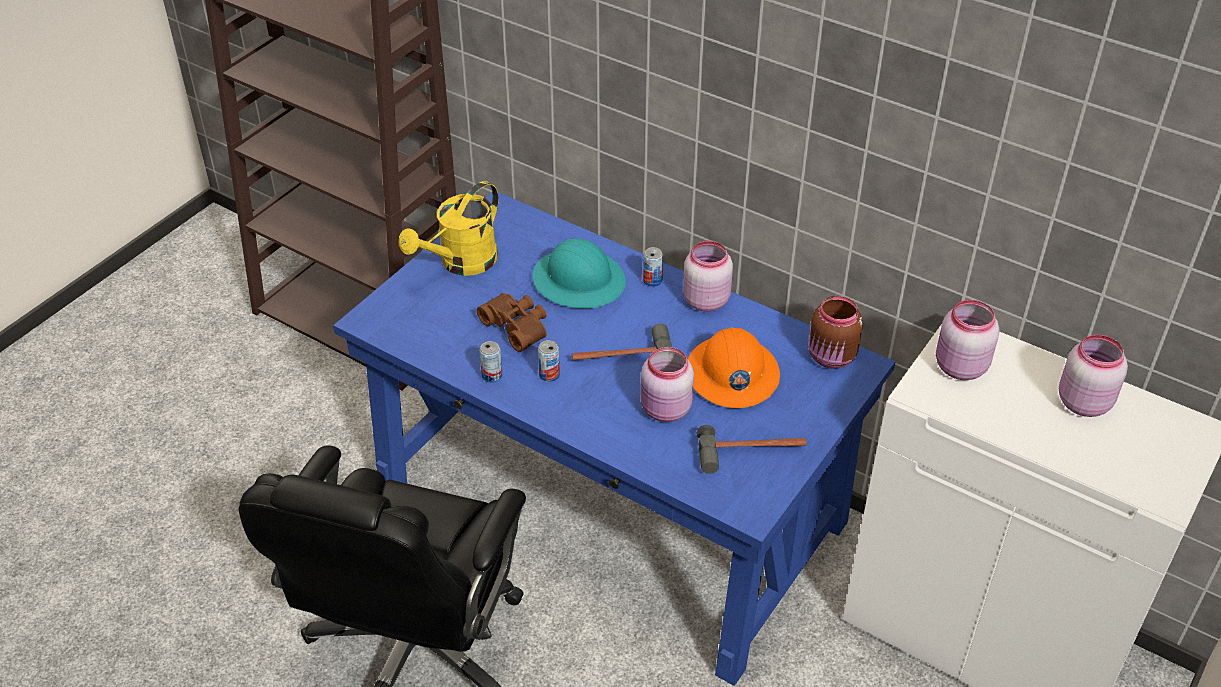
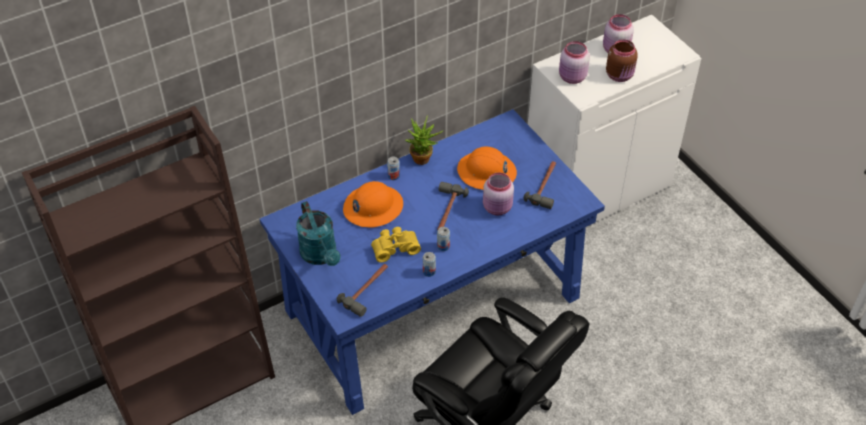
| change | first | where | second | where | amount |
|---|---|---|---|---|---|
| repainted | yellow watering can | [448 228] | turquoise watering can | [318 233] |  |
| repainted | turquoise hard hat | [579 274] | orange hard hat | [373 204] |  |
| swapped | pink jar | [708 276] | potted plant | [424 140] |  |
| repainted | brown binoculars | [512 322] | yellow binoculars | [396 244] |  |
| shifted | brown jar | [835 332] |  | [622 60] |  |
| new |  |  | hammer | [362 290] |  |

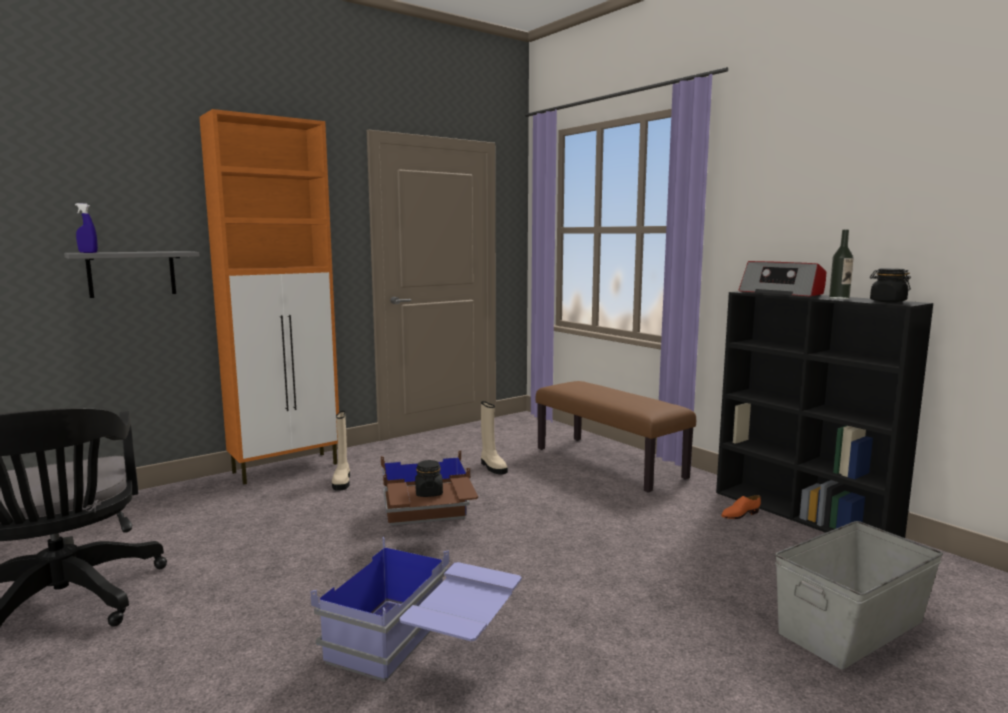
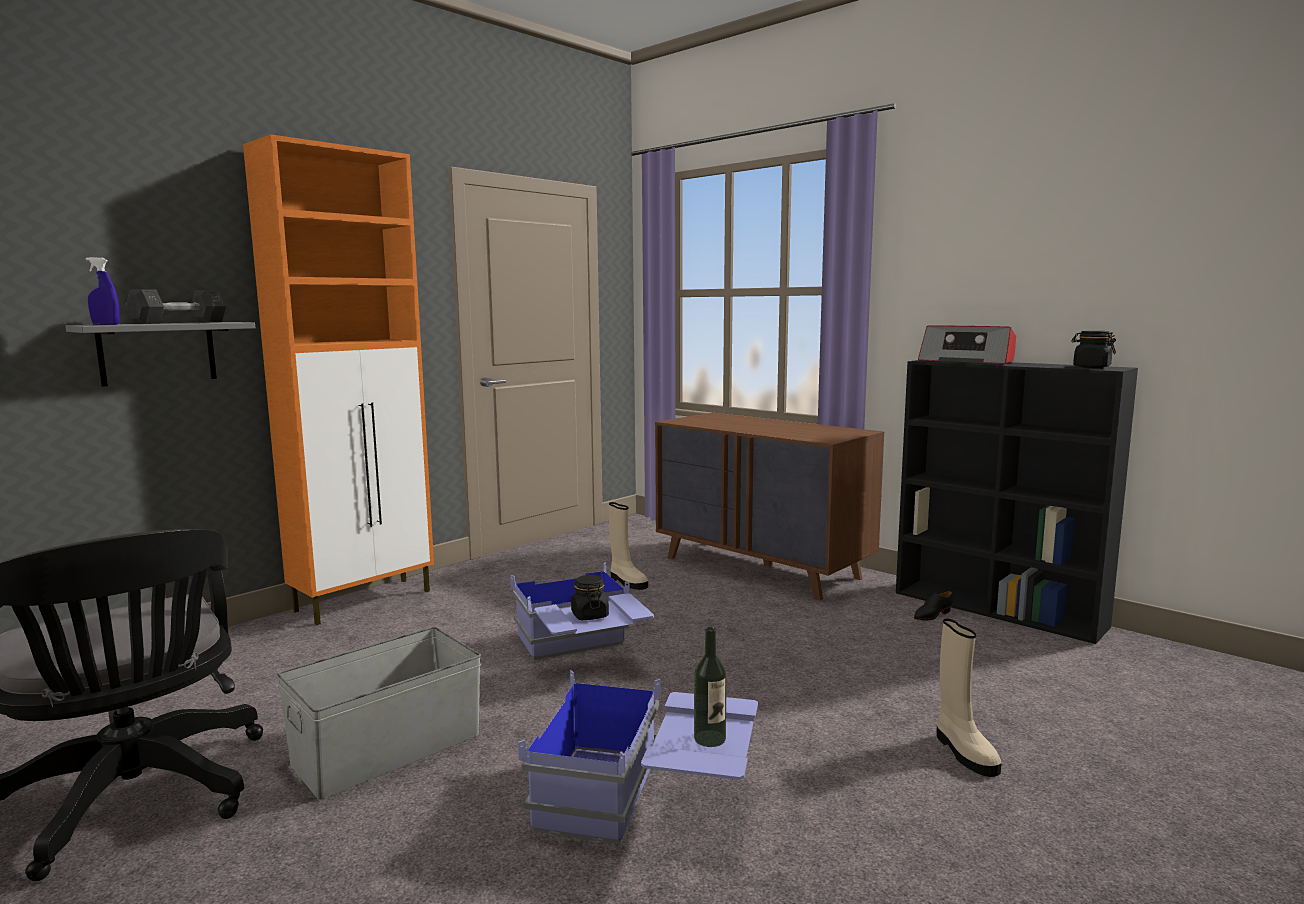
| change | first | where | second | where | amount |
|---|---|---|---|---|---|
| shifted | bottle | [841 264] |  | [710 687] |  |
| swapped | brown bench | [615 437] | brown dresser | [769 506] |  |
| shifted | beige boot | [341 451] |  | [969 697] |  |
| repainted | brown storage box | [429 487] | blue storage box | [582 611] |  |
| repainted | orange shoe | [741 507] | black shoe | [933 605] |  |
| shifted | grey storage box | [859 595] |  | [379 713] |  |
| new |  |  | grey dumbbell | [176 306] |  |

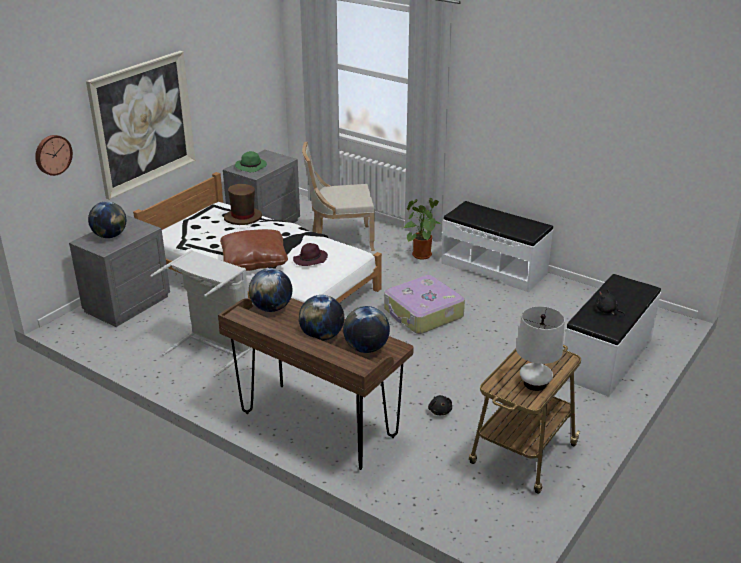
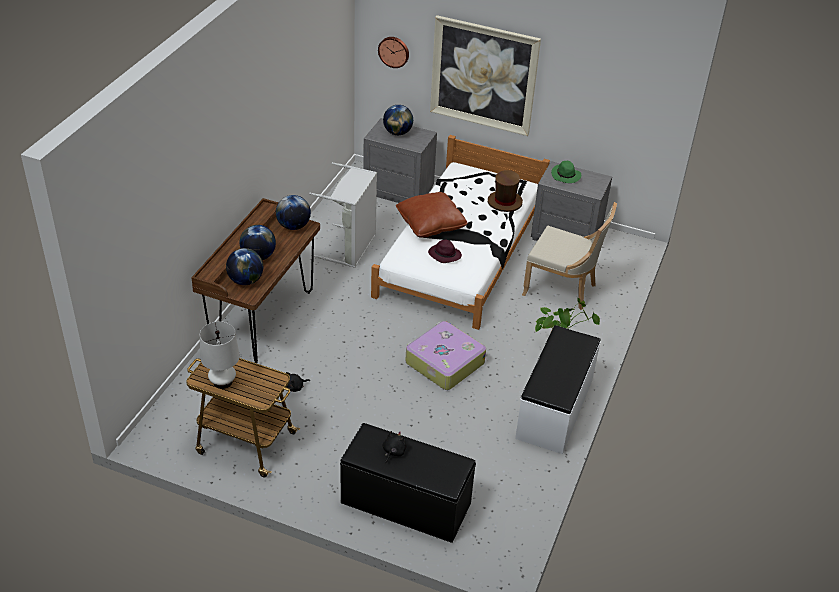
| change | first | where | second | where | amount |
|---|---|---|---|---|---|
| rotated | beige chair | [338 196] |  | [569 256] | 135 degrees clockwise |
| repainted | white bench | [612 335] | black bench | [408 483] |  |

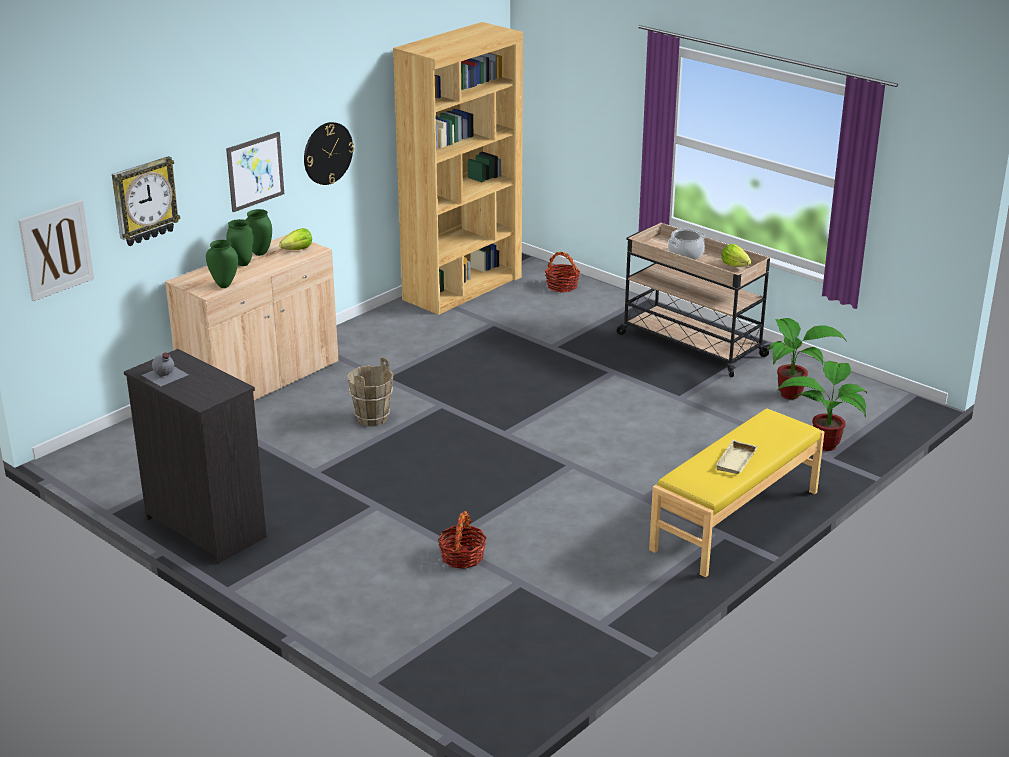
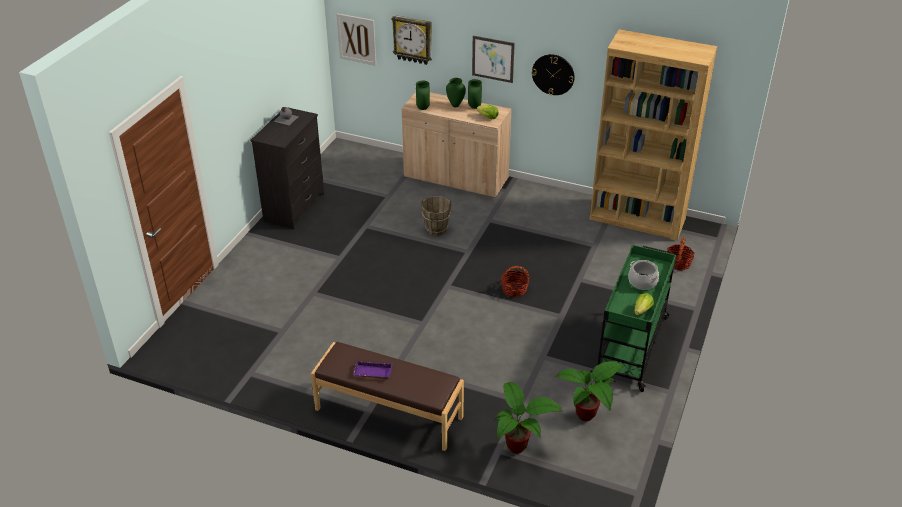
| change | first | where | second | where | amount |
|---|---|---|---|---|---|
| repainted | beige cart | [694 300] | green cart | [633 318] |  |
| repainted | yellow bench | [736 493] | brown bench | [387 396] |  |
| repainted | beige tray | [736 457] | purple tray | [373 370] |  |
| shifted | basket | [462 540] |  | [515 281] |  |

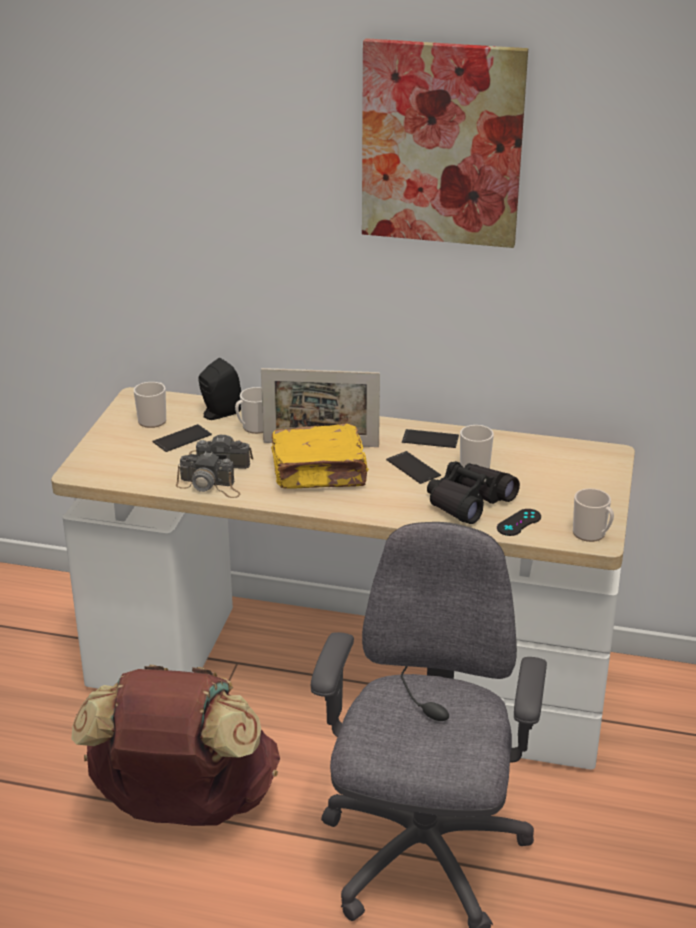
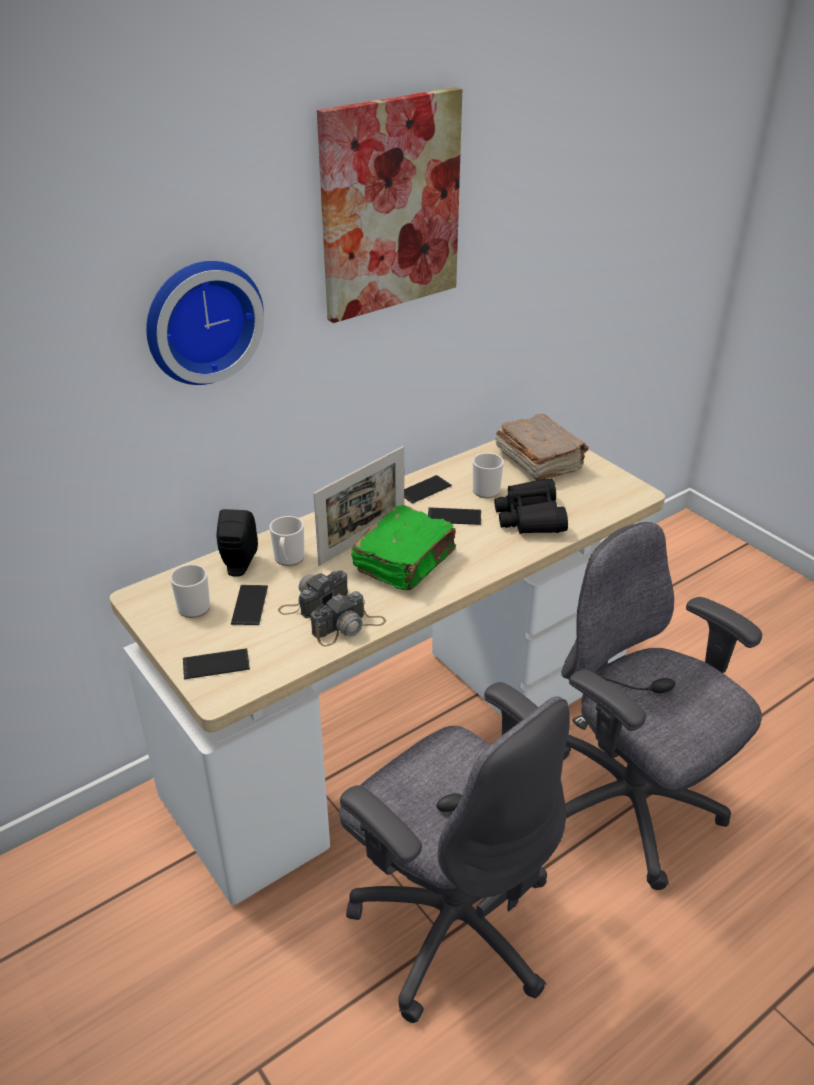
| change | first | where | second | where | amount |
|---|---|---|---|---|---|
| repainted | yellow book | [320 456] | green book | [403 547] |  |
| gone | mug | [593 515] |  |  |  |
| gone | black game controller | [519 522] |  |  |  |
| swapped | brown backpack | [175 745] | grey office chair | [454 852] |  |
| new |  |  | wall clock | [205 323] |  |
| new |  |  | brown book | [542 447] |  |
| new |  |  | phone | [216 663] |  |

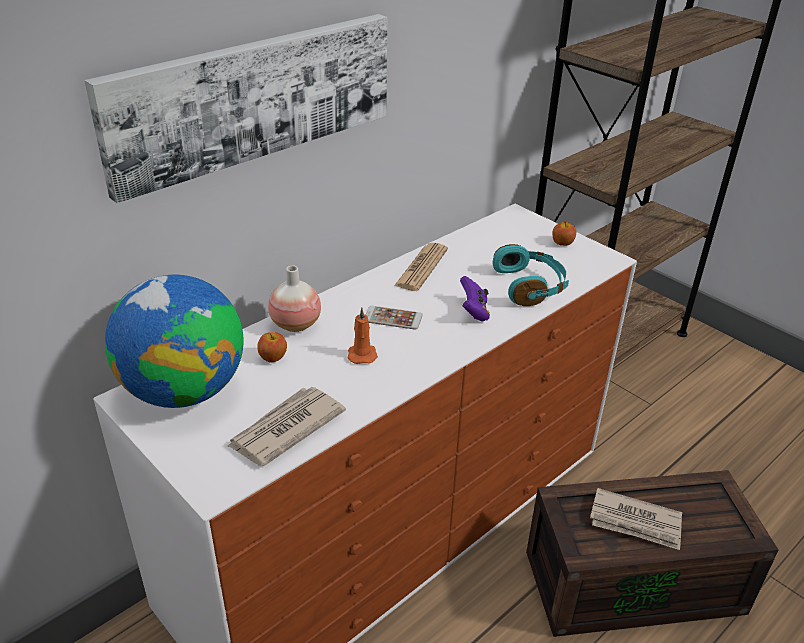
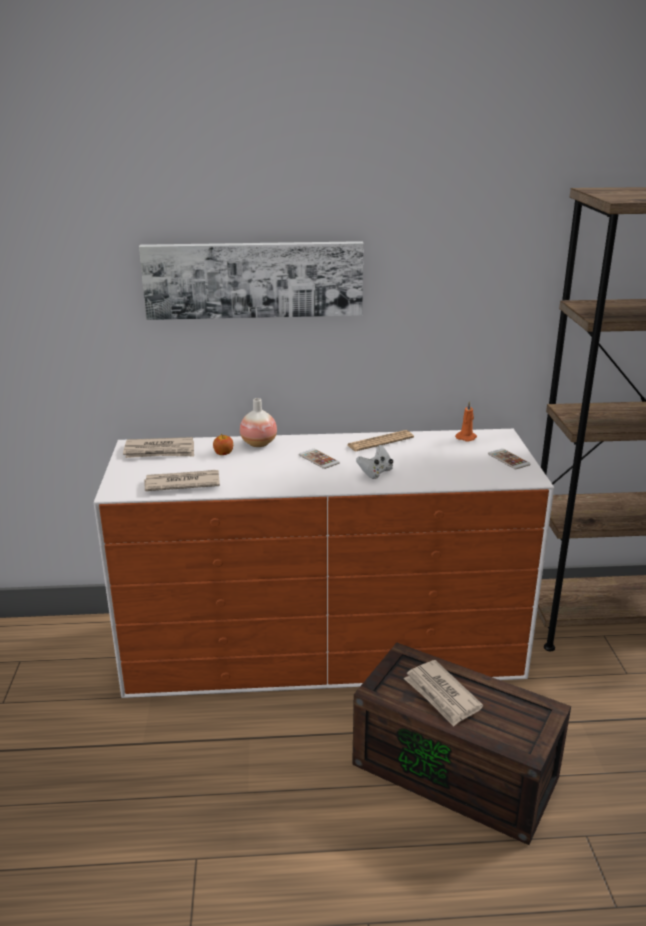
| change | first | where | second | where | amount |
|---|---|---|---|---|---|
| swapped | apple | [564 233] | phone | [509 459] |  |
| gone | turquoise headphones | [531 275] |  |  |  |
| swapped | globe | [174 341] | newspaper | [158 447] |  |
| repainted | purple game controller | [475 299] | white game controller | [374 462] |  |
| shifted | orange candle | [363 336] |  | [466 421] |  |

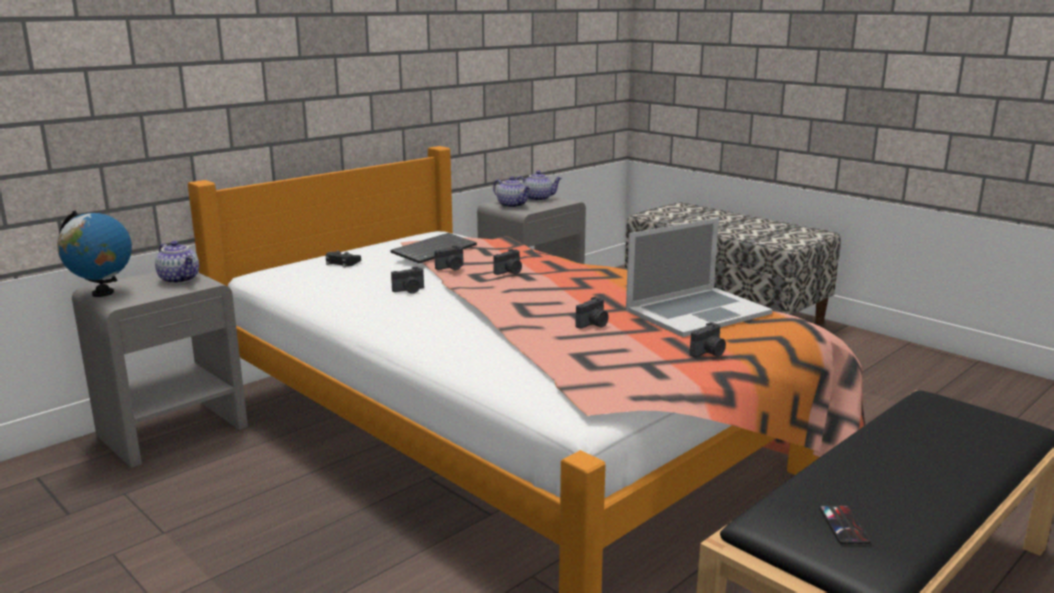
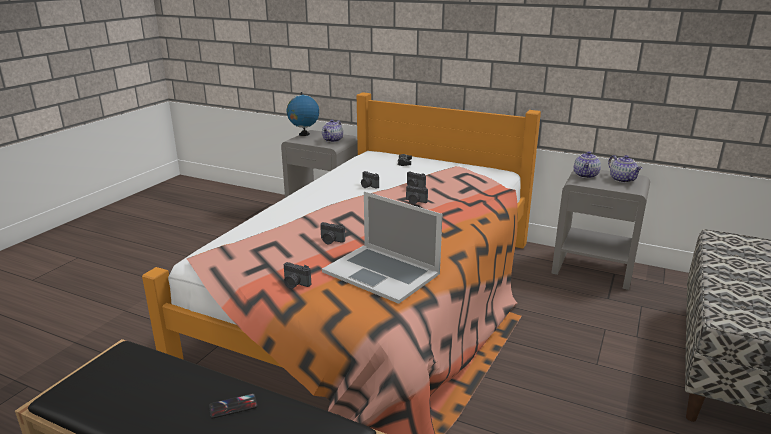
| change | first | where | second | where | amount |
|---|---|---|---|---|---|
| gone | keyboard | [433 248] |  |  |  |
| shifted | phone | [845 524] |  | [233 406] |  |

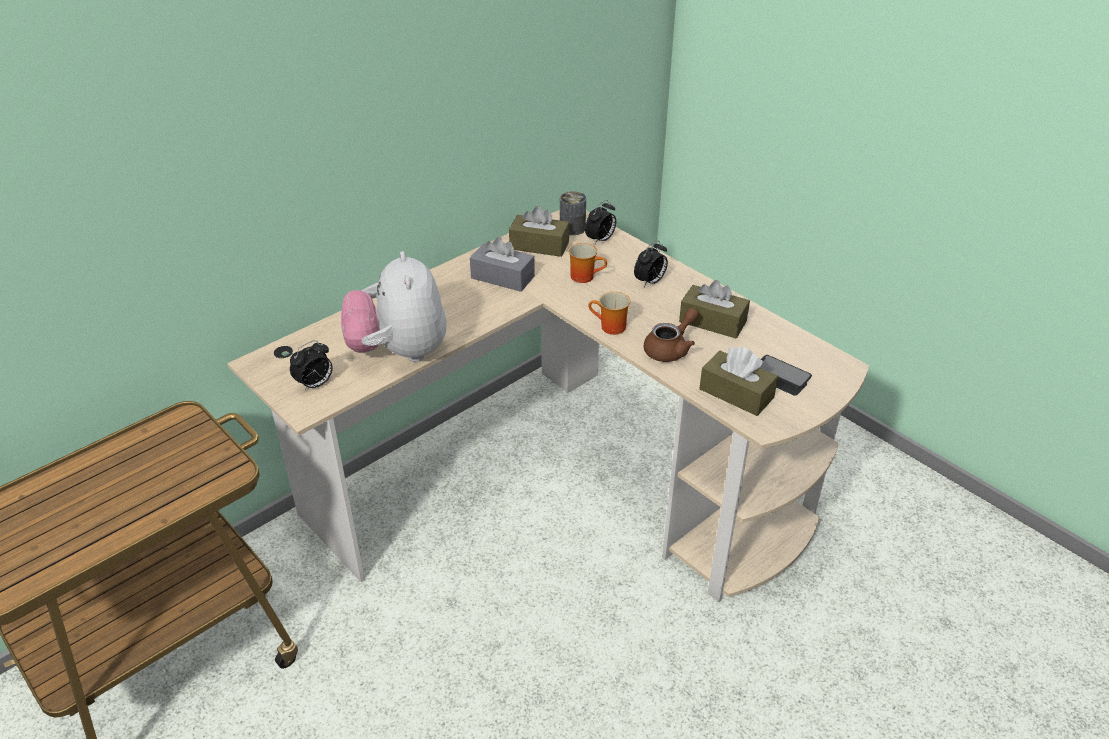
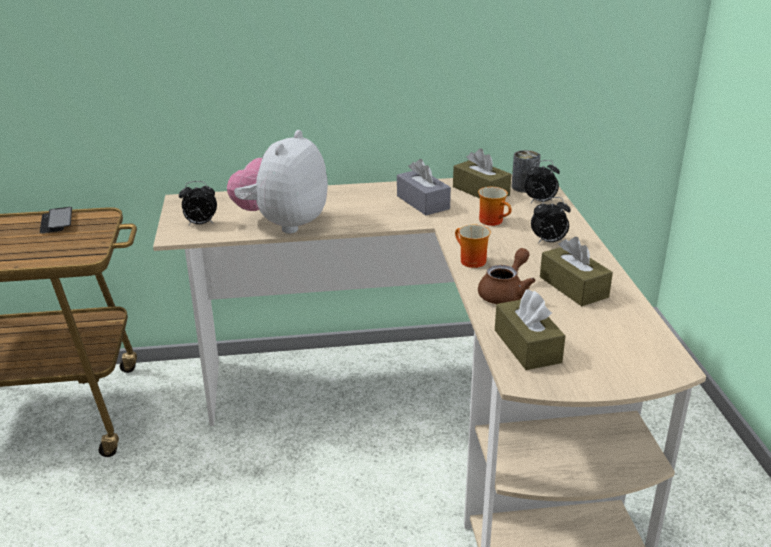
| change | first | where | second | where | amount |
|---|---|---|---|---|---|
| rotated | brown teapot | [671 335] |  | [506 276] | 45 degrees counterclockwise |
| shifted | phone | [786 375] |  | [56 220] |  |

